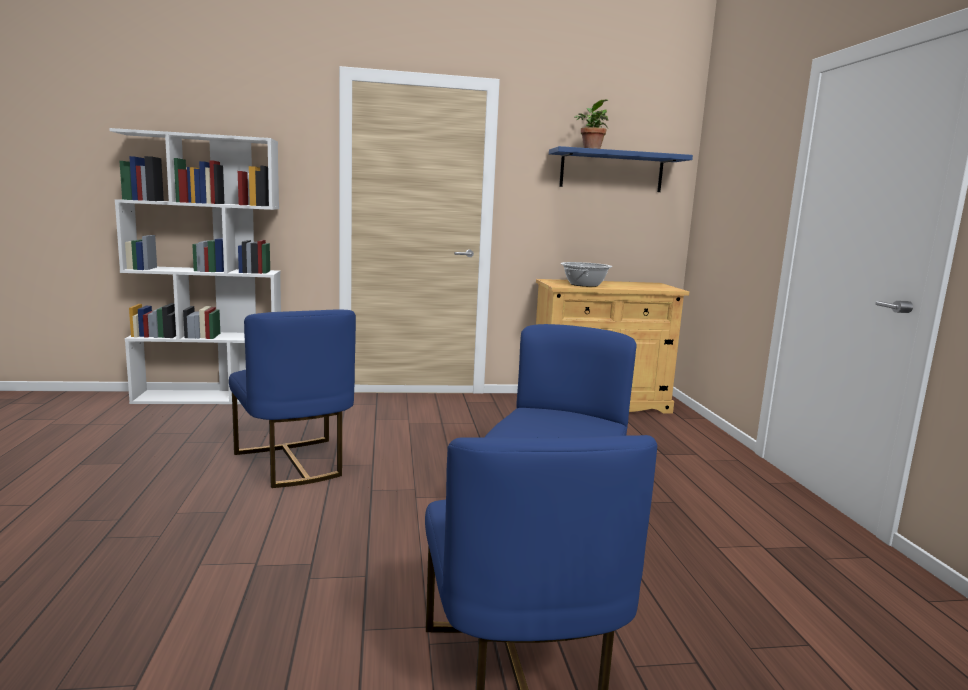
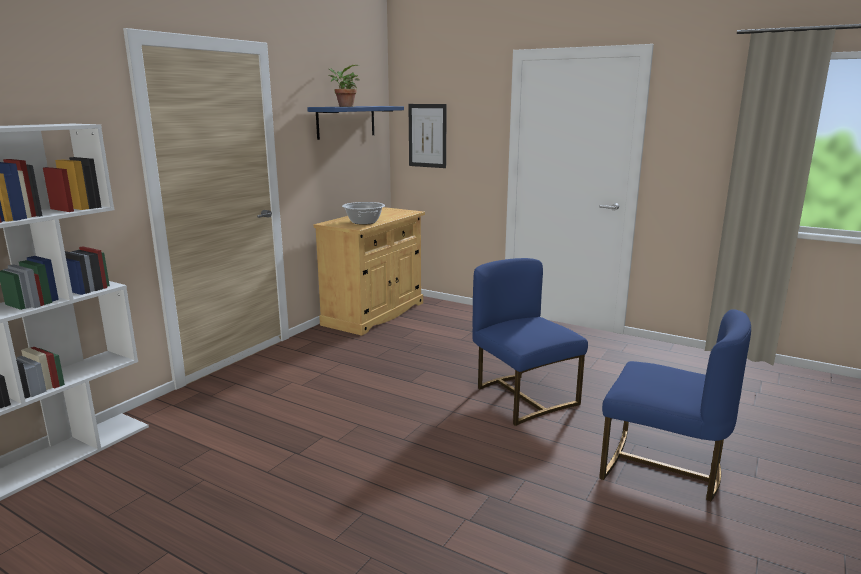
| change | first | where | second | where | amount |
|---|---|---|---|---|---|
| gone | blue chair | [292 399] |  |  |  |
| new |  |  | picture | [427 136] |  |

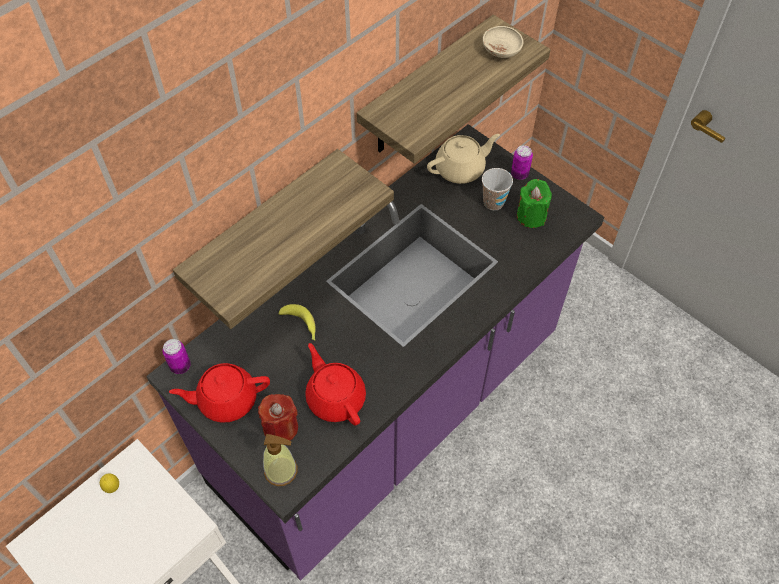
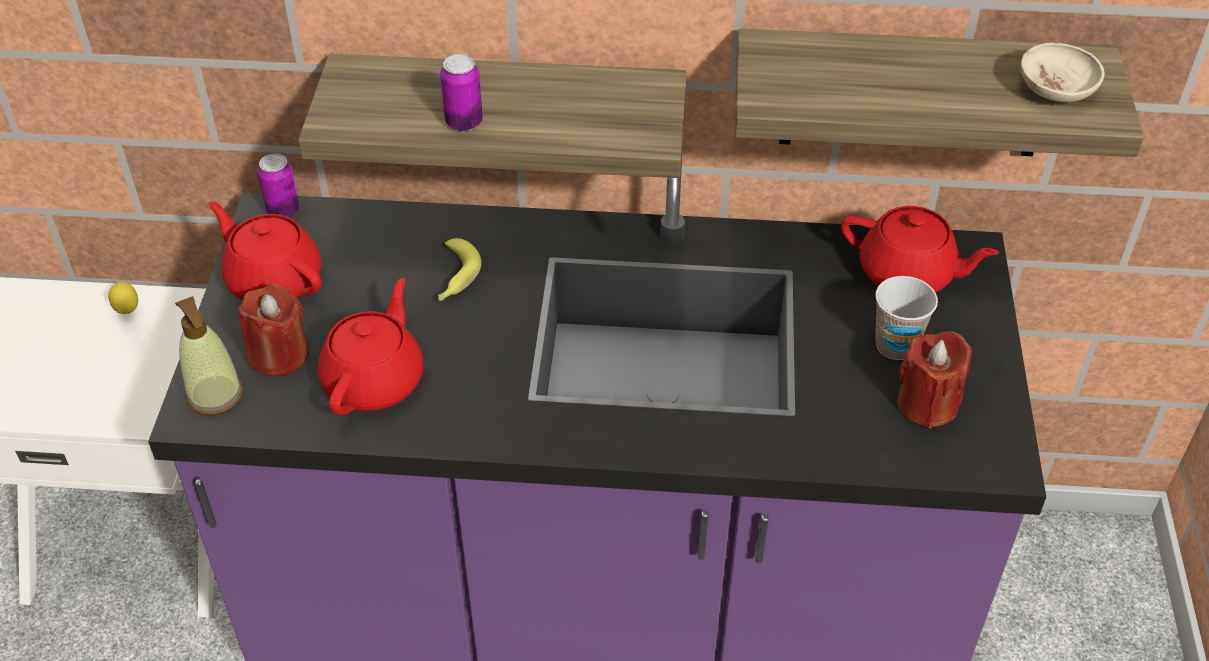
| change | first | where | second | where | amount |
|---|---|---|---|---|---|
| repainted | beige teapot | [463 159] | red teapot | [920 249] |  |
| shifted | can | [522 162] |  | [461 92] |  |
| repainted | green candle | [534 203] | red candle | [934 380] |  |

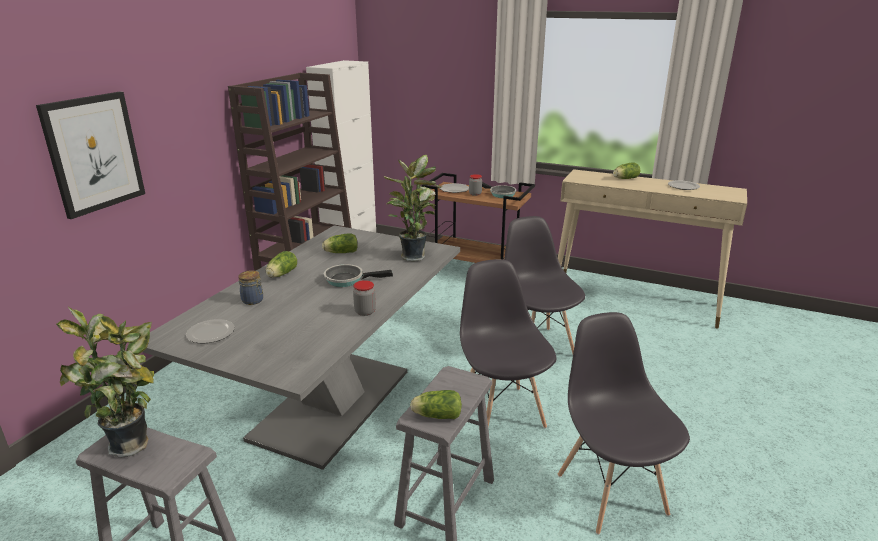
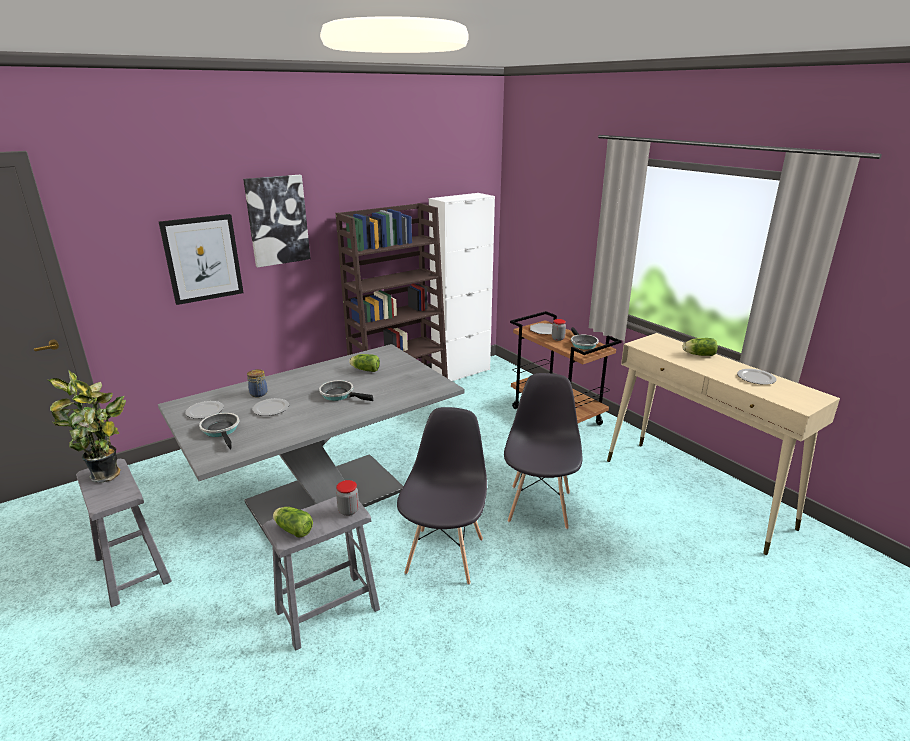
| change | first | where | second | where | amount |
|---|---|---|---|---|---|
| gone | potted plant | [413 208] |  |  |  |
| gone | lettuce | [281 264] |  |  |  |
| shifted | jar | [364 298] |  | [347 498] |  |
| gone | grey chair | [624 423] |  |  |  |
| new |  |  | picture | [277 221] |  |
| new |  |  | plate | [270 407] |  |
| new |  |  | frying pan | [219 431] |  |

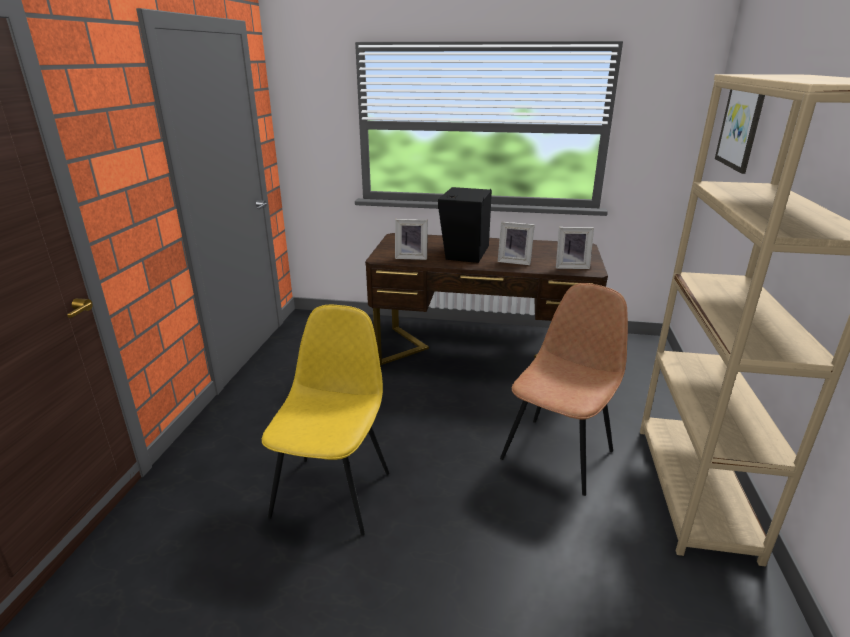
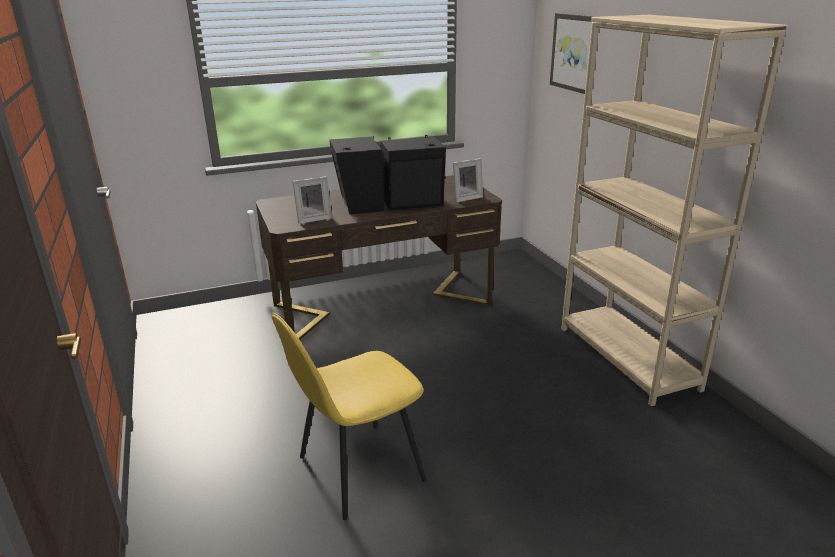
| change | first | where | second | where | amount |
|---|---|---|---|---|---|
| swapped | picture frame | [516 243] | black speaker | [413 172] |  |
| gone | brown chair | [564 389] |  |  |  |
| rotated | yellow chair | [326 420] |  | [348 416] | 105 degrees counterclockwise |

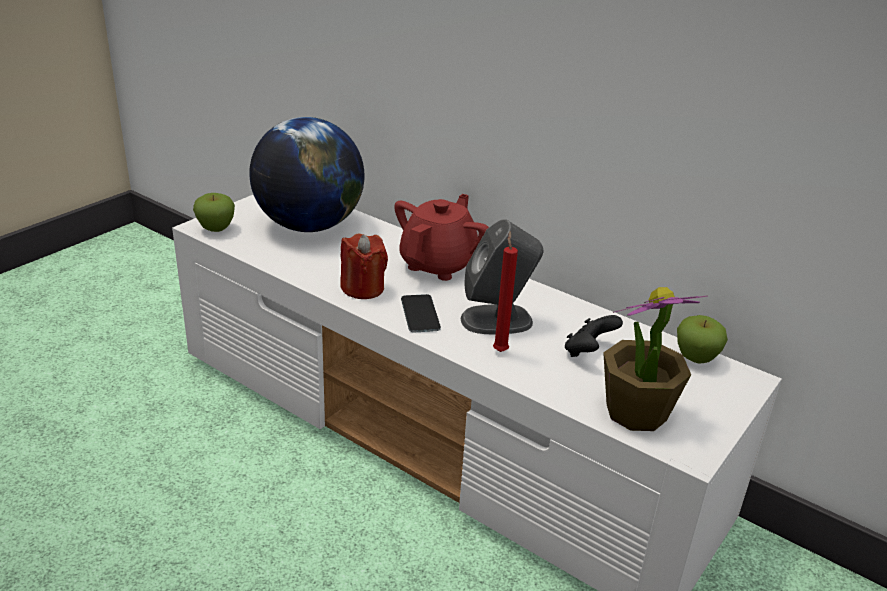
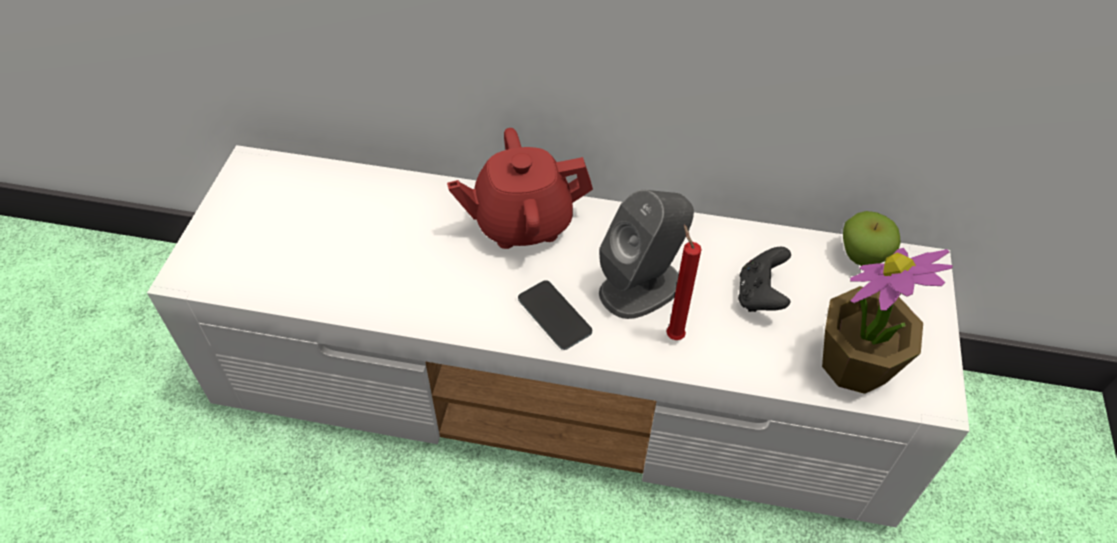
| change | first | where | second | where | amount |
|---|---|---|---|---|---|
| gone | globe | [307 174] |  |  |  |
| gone | apple | [214 212] |  |  |  |
| rotated | red teapot | [441 237] |  | [520 188] | 105 degrees counterclockwise |
| gone | red candle | [364 266] |  |  |  |

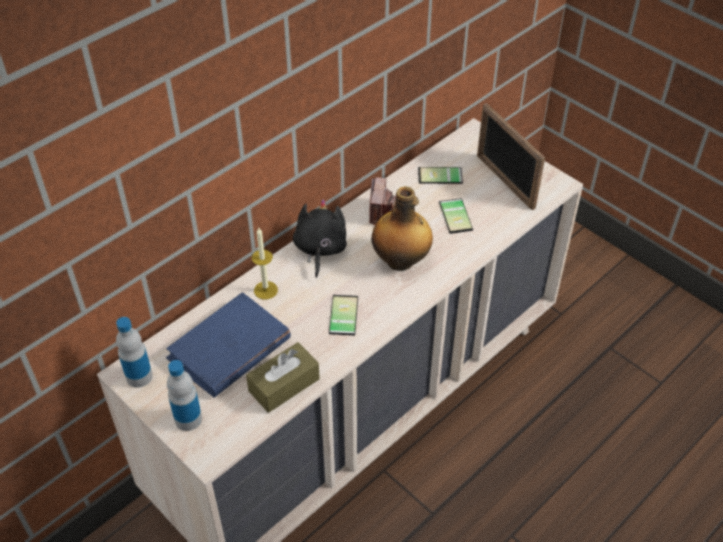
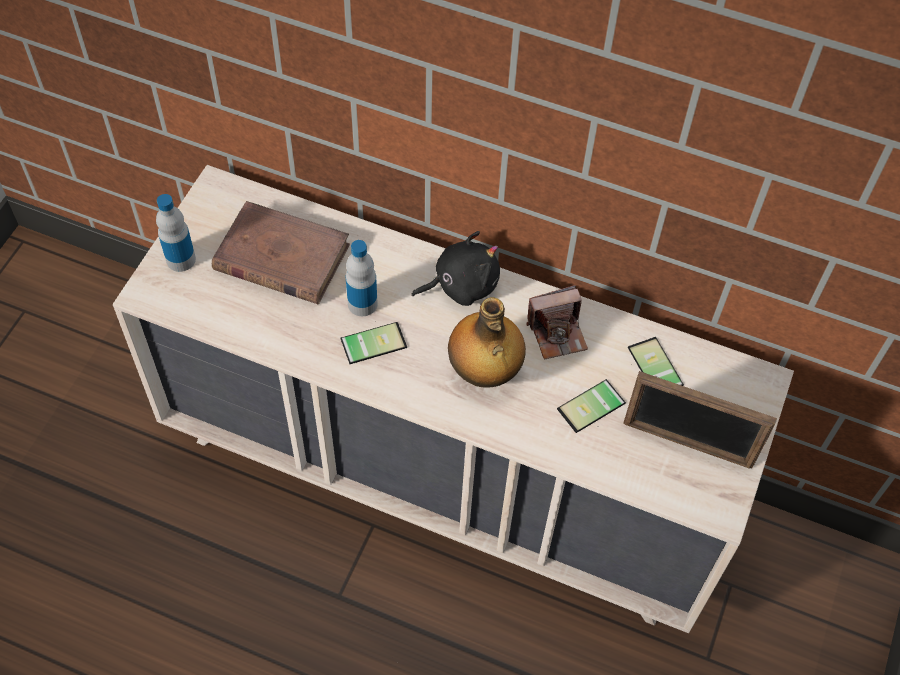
| change | first | where | second | where | amount |
|---|---|---|---|---|---|
| rotated | picture frame | [511 156] |  | [700 420] | 105 degrees counterclockwise |
| gone | candle | [265 263] |  |  |  |
| repainted | blue book | [228 345] | brown book | [281 252] |  |
| shifted | bottle | [134 352] |  | [361 278] |  |
| gone | brown tissue box | [283 377] |  |  |  |

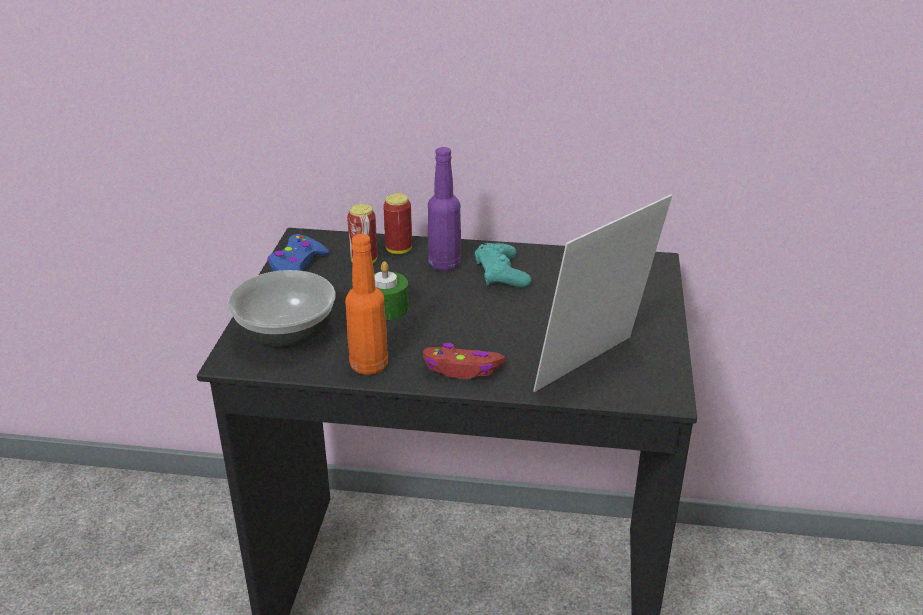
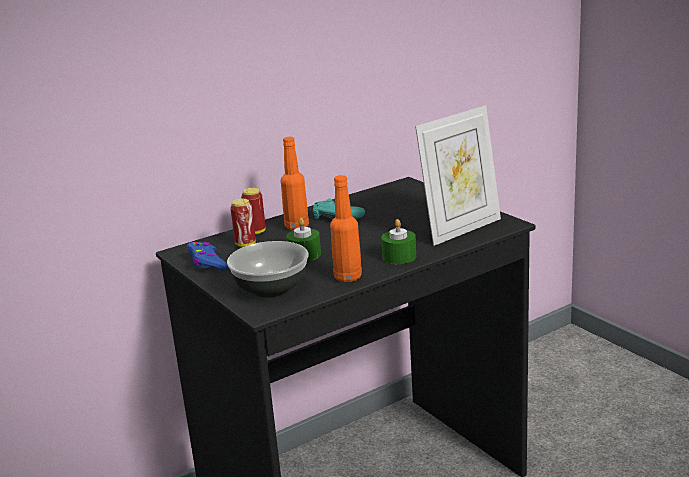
| change | first | where | second | where | amount |
|---|---|---|---|---|---|
| repainted | purple bottle | [444 209] | orange bottle | [295 183] |  |
| rotated | picture frame | [602 293] |  | [458 175] | 135 degrees counterclockwise |
| swapped | red game controller | [464 361] | green candle | [398 241] |  |

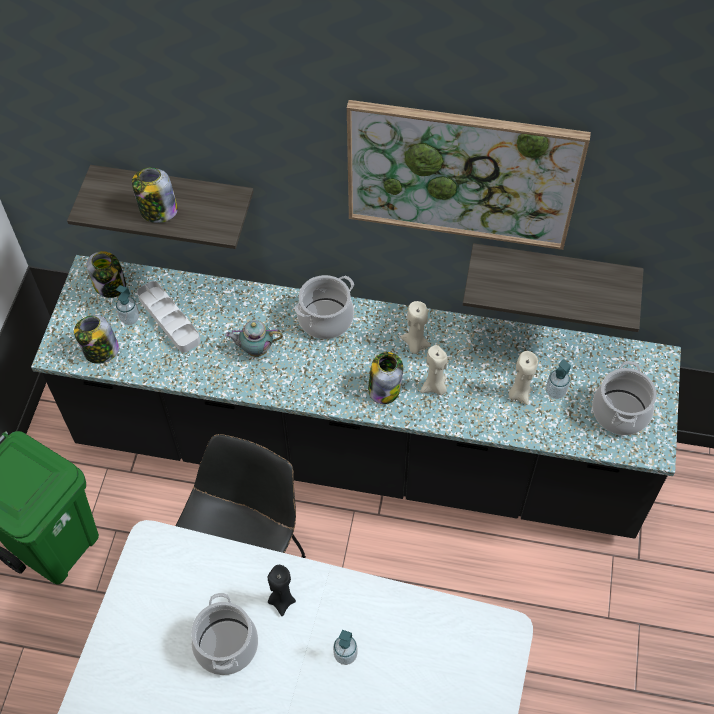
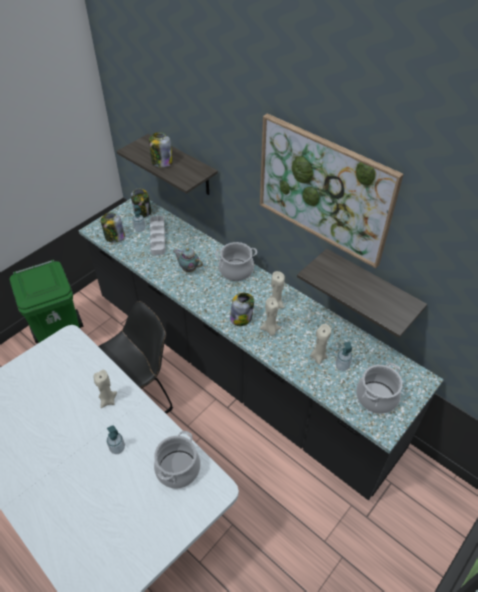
| change | first | where | second | where | amount |
|---|---|---|---|---|---|
| repainted | black candle | [282 590] | beige candle | [105 389] |  |
| shifted | cooking pot | [224 634] |  | [177 460] |  |

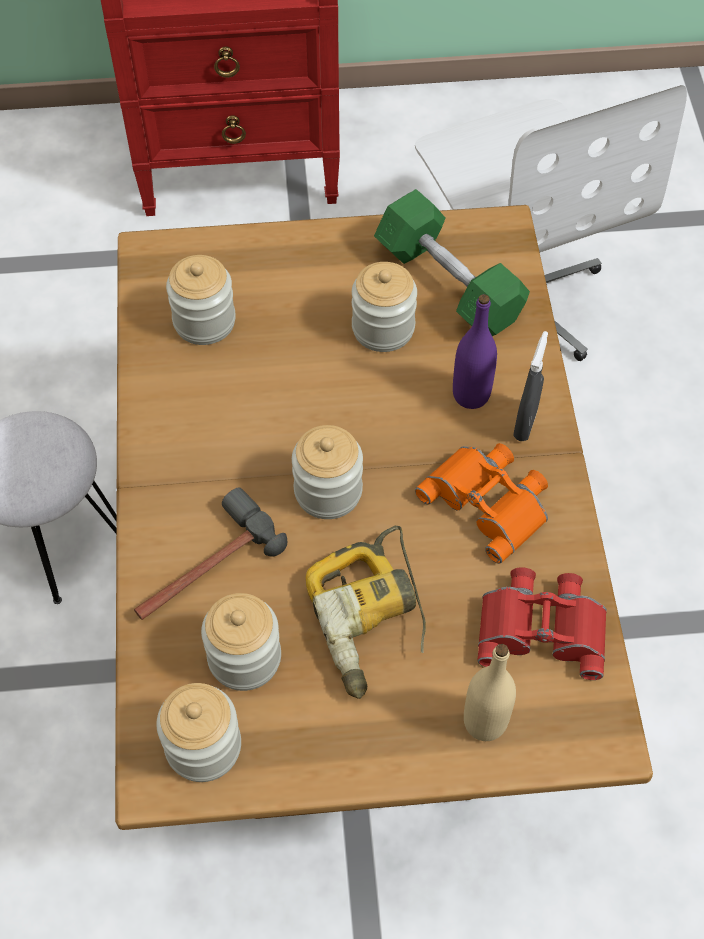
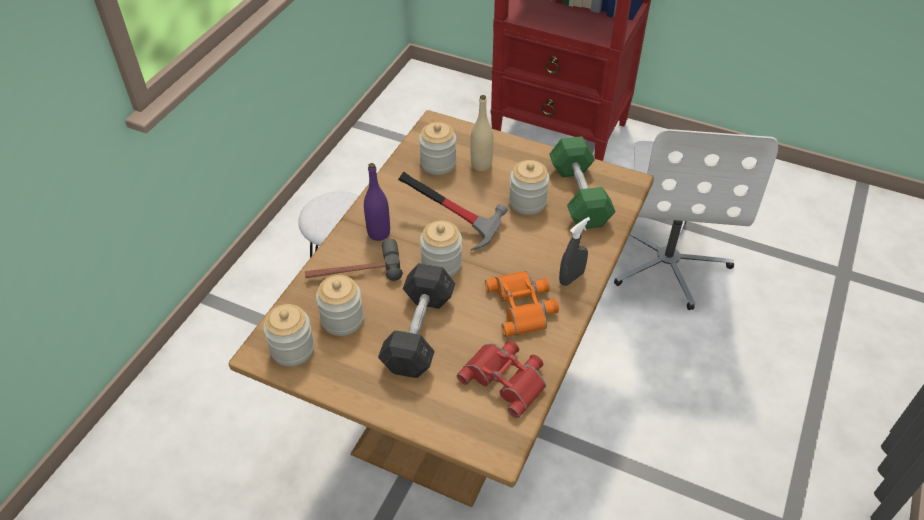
| change | first | where | second | where | amount |
|---|---|---|---|---|---|
| shifted | purple bottle | [475 351] |  | [377 202] |  |
| swapped | power drill | [366 612] | grey dumbbell | [416 320] |  |
| shifted | beige bottle | [490 692] |  | [482 133] |  |
| new |  |  | hammer | [452 211] |  |

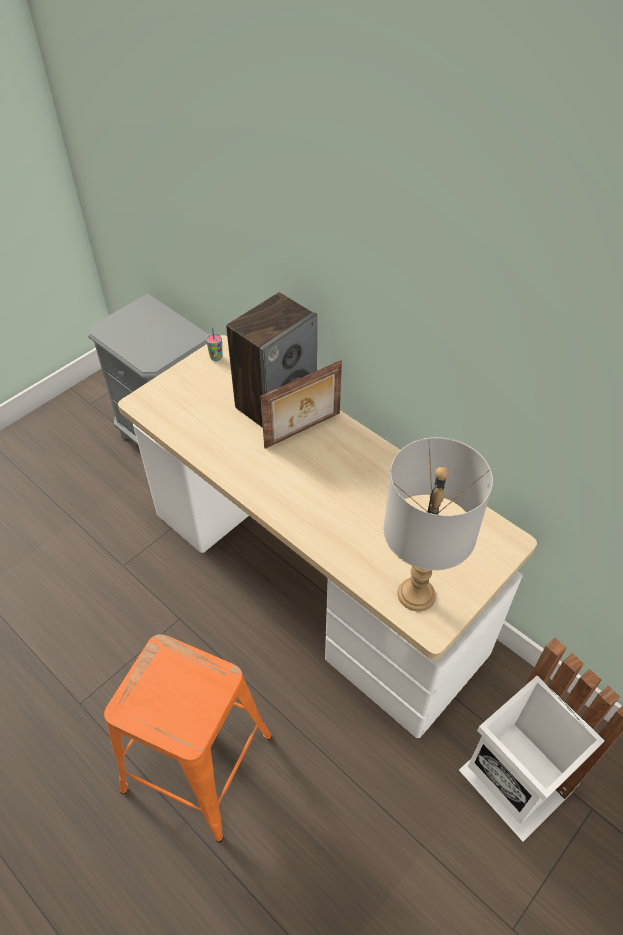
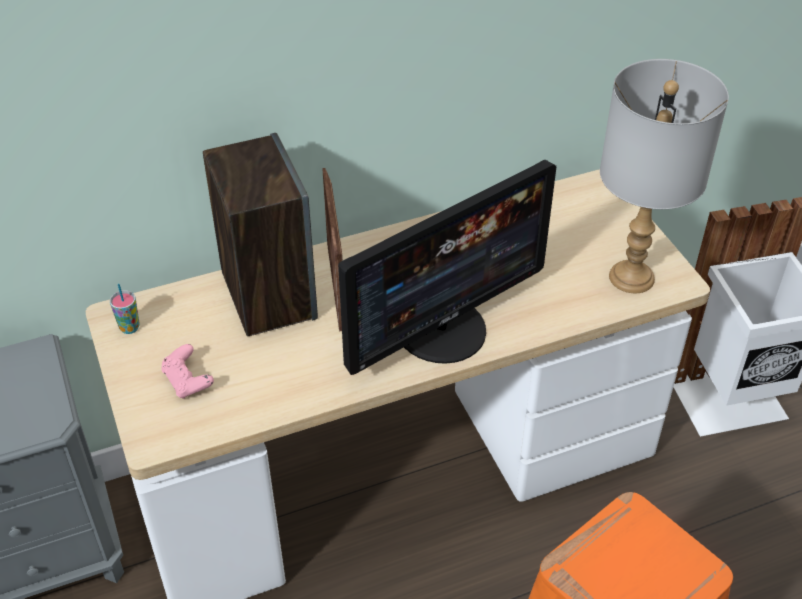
| change | first | where | second | where | amount |
|---|---|---|---|---|---|
| new |  |  | monitor | [447 267] |  |
| new |  |  | pink game controller | [187 371] |  |

